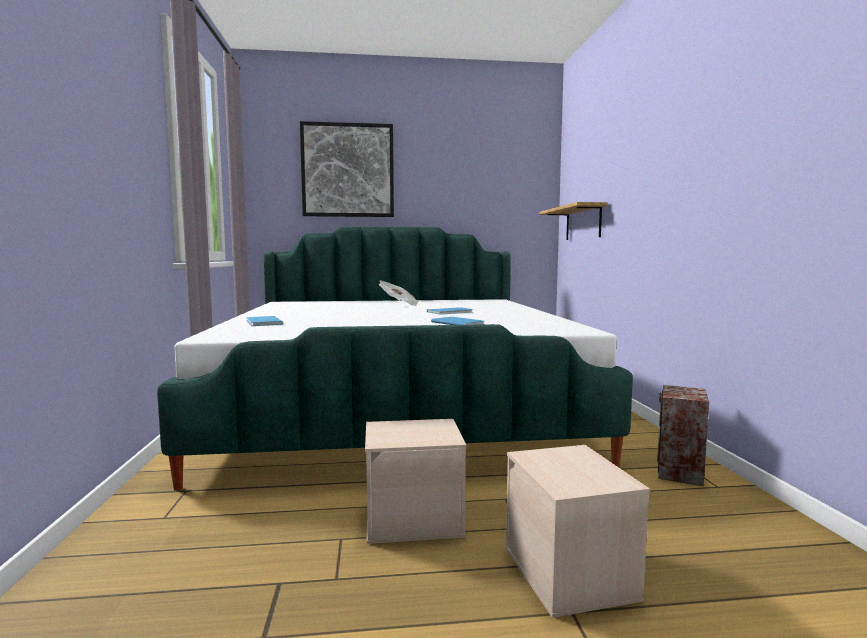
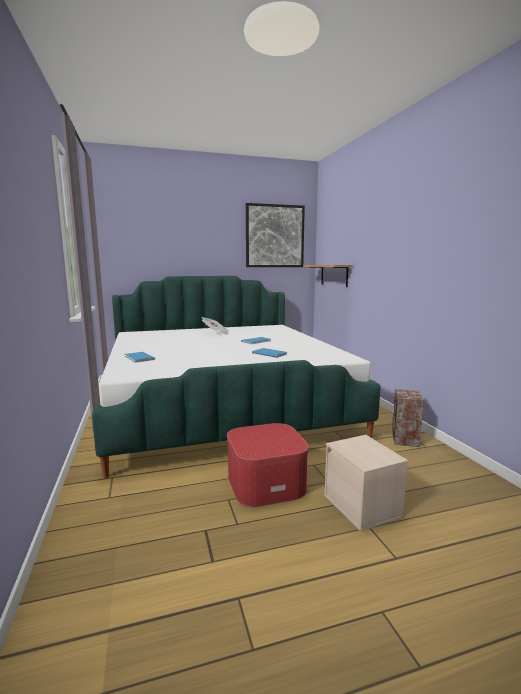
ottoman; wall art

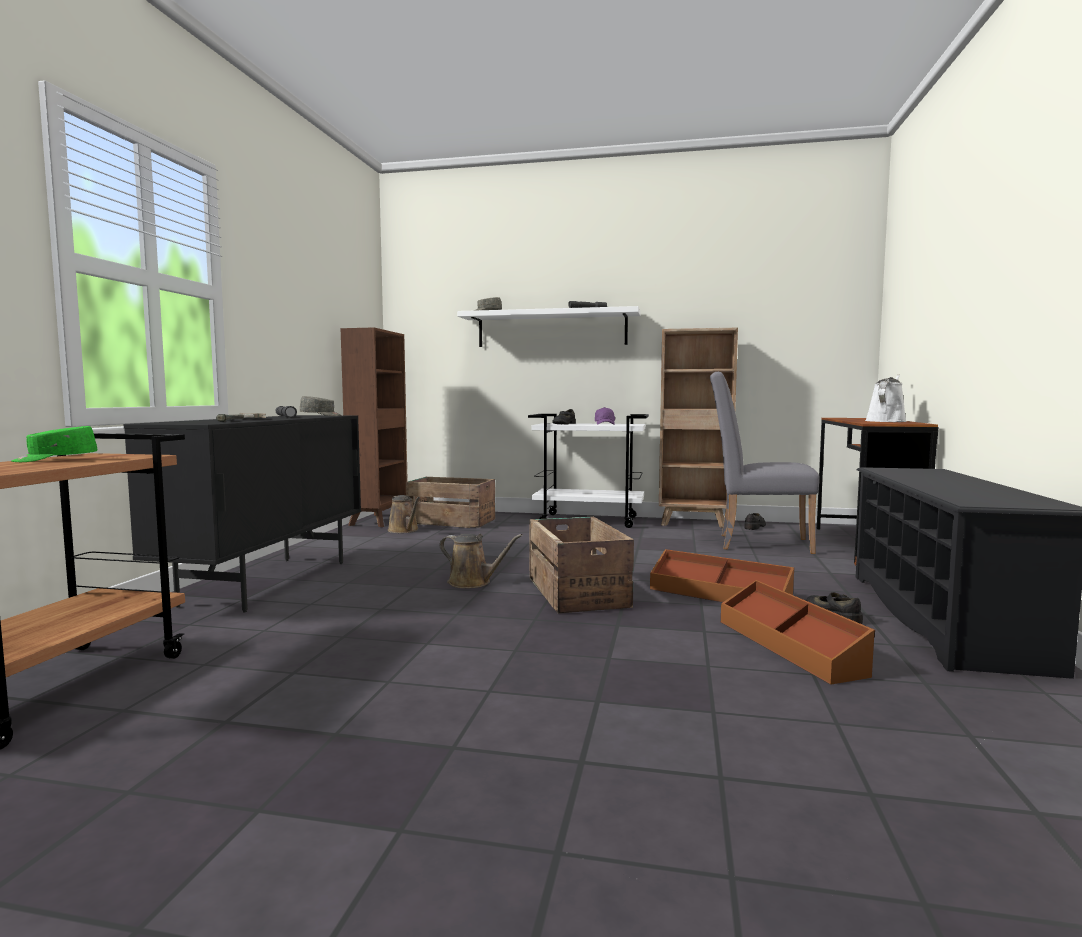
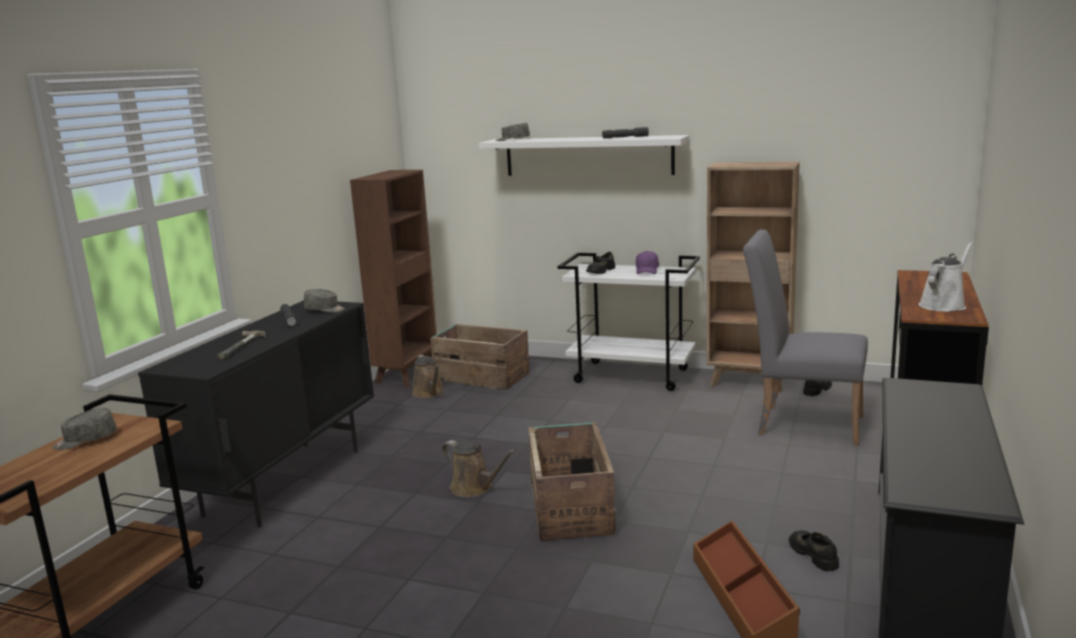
gray peaked cap (no. 1 from left); brownish storage container (no. 1 from left in the first image)

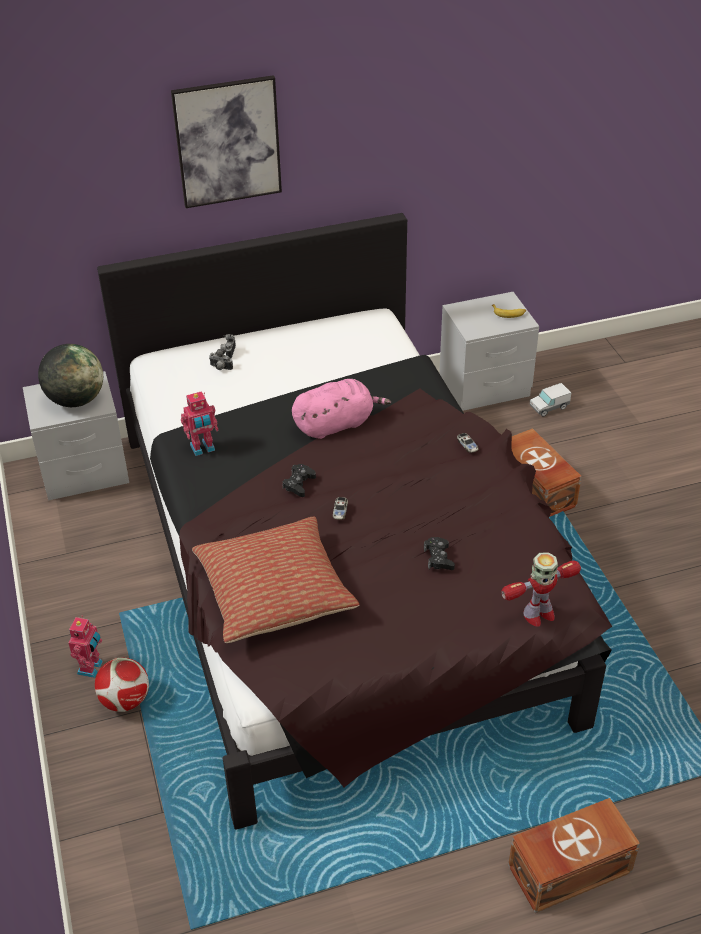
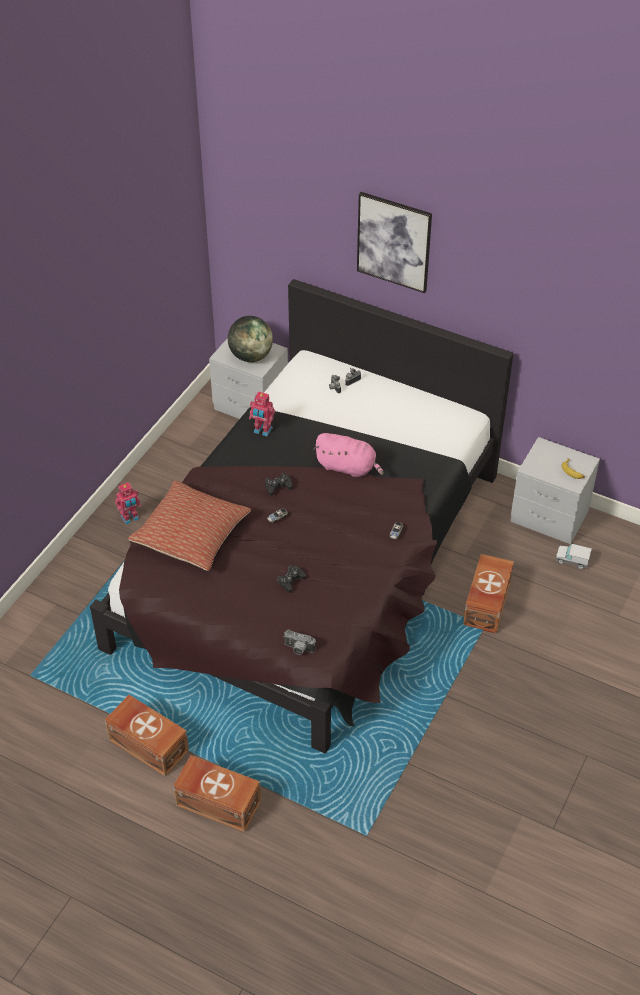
brownish storage container (no. 1 from left); still camera (no. 1 from left); football ball

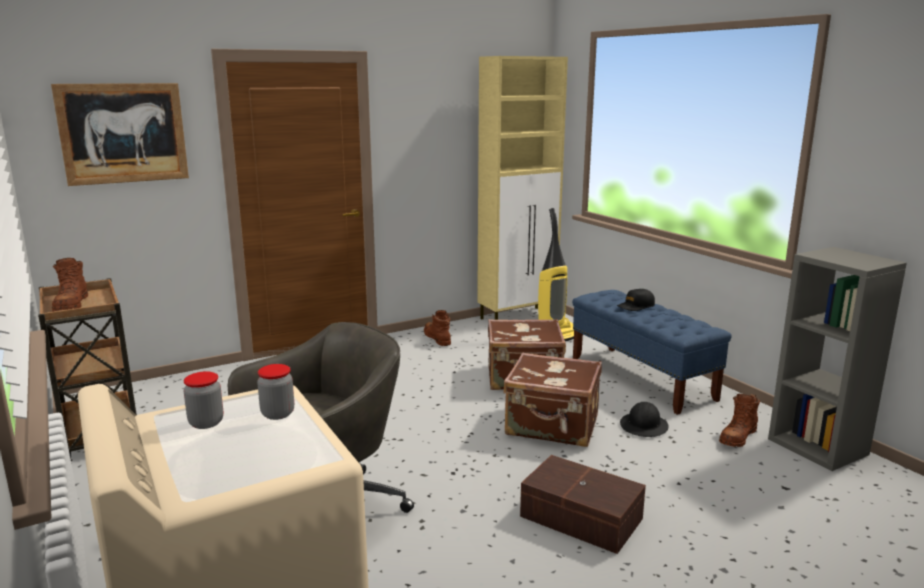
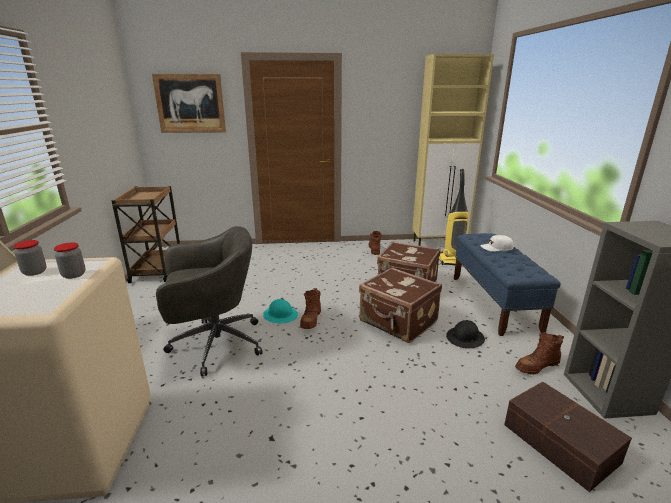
turquoise work helmet; brownish boot (no. 1 from left); white-coloured peaked cap; brownish storage container

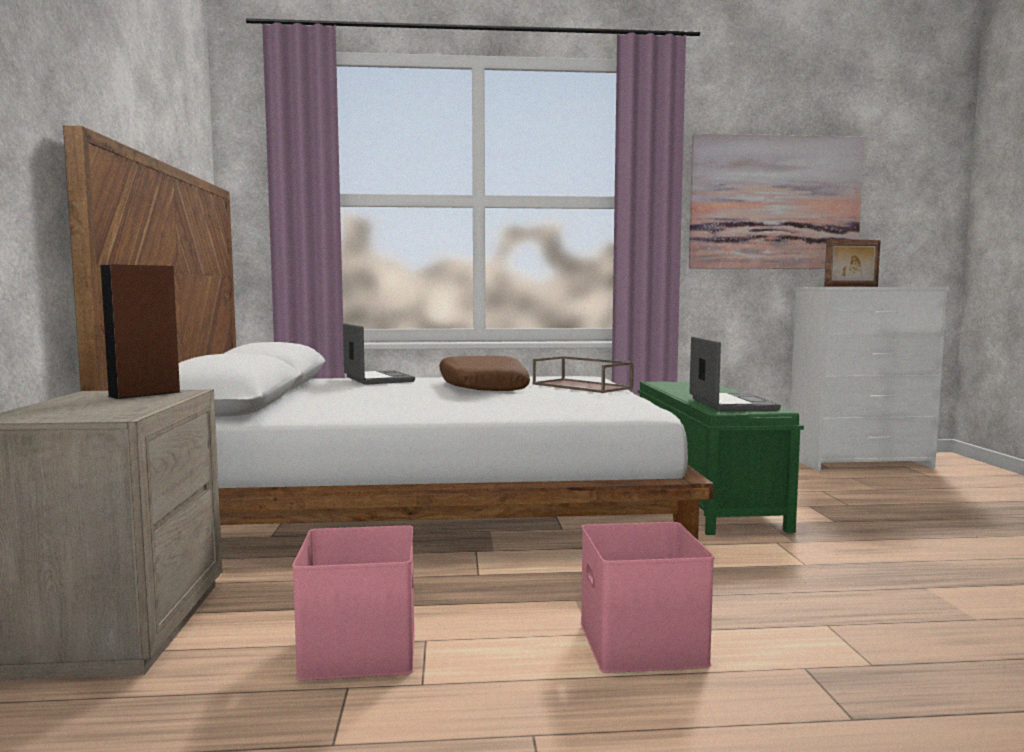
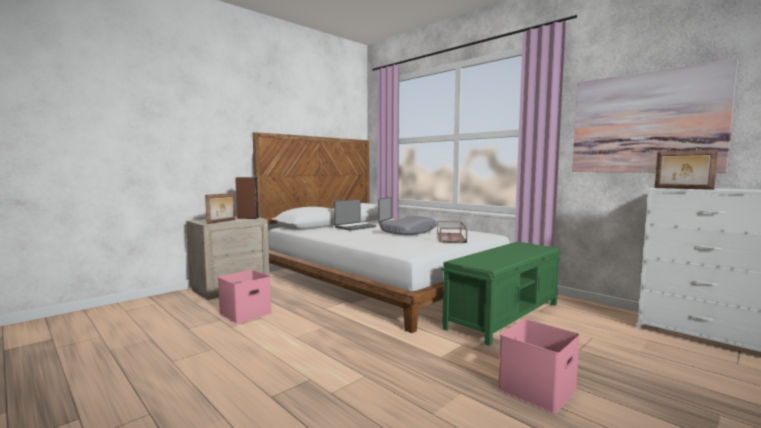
photo frame (no. 1 from left); portable computer (no. 1 from left); gray cushion; pinkish storage container (no. 2 from left)

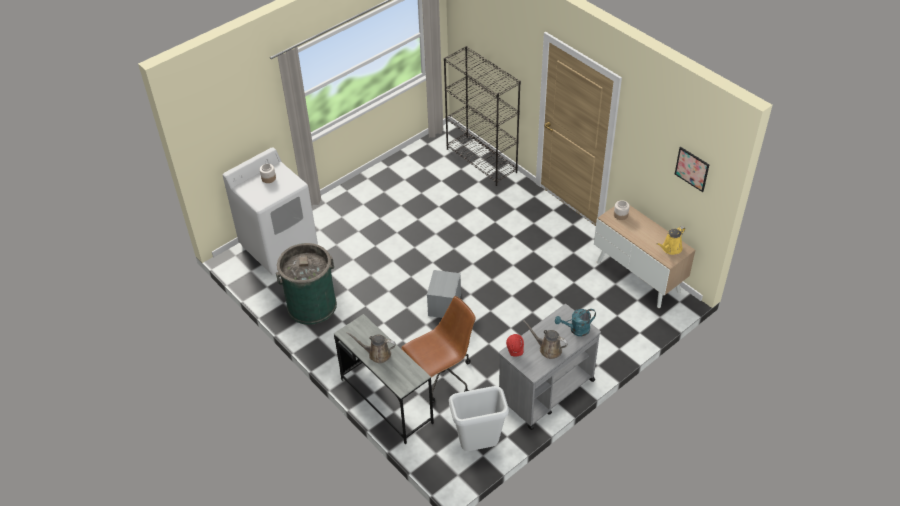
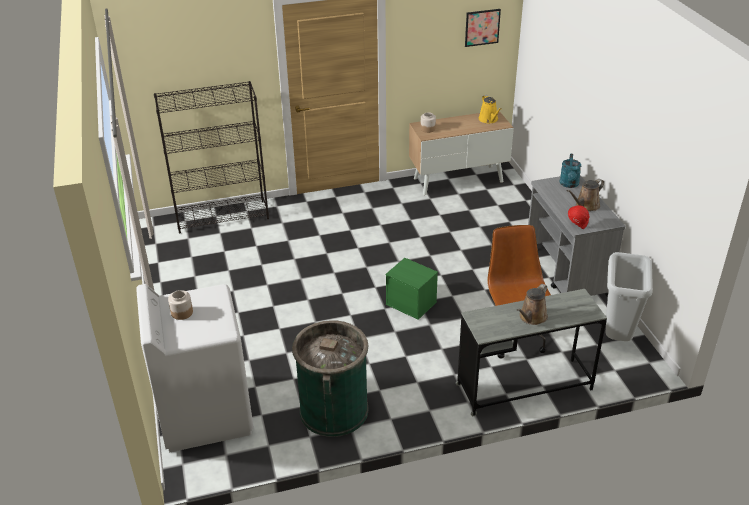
green storage container

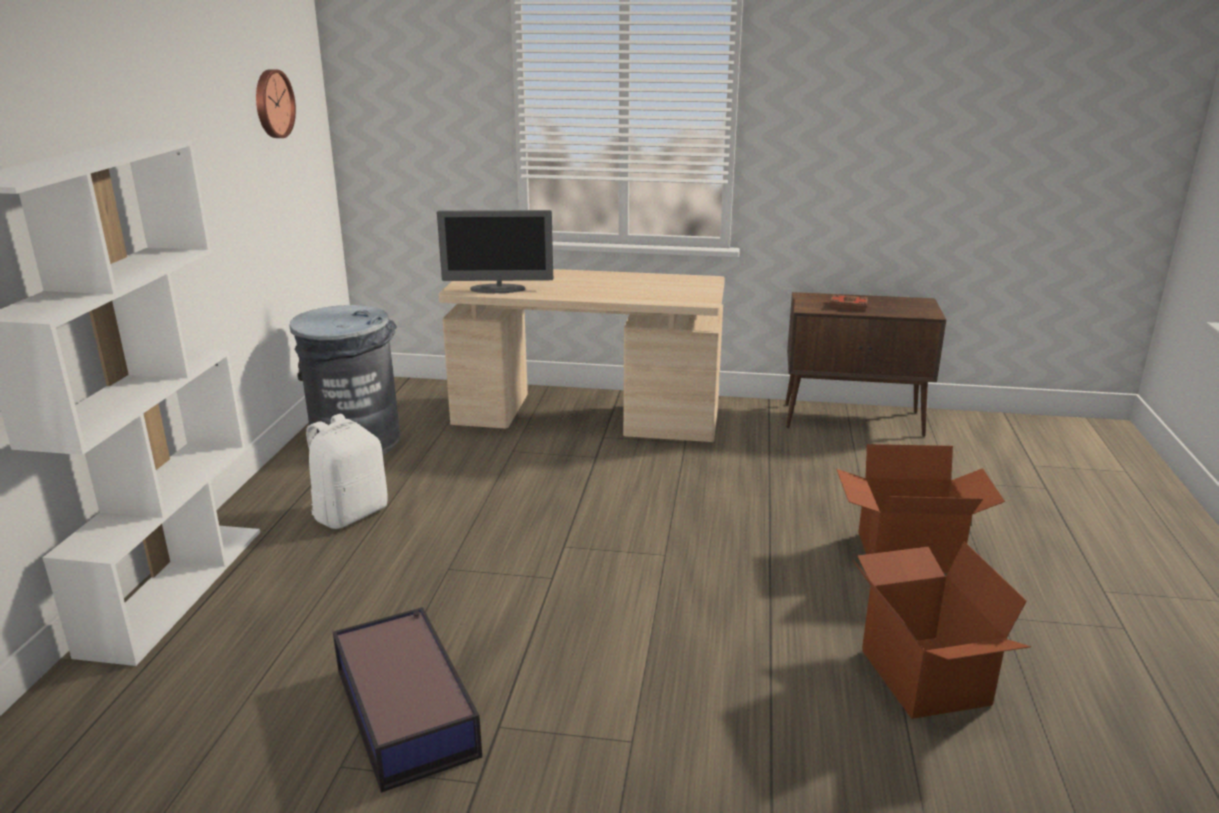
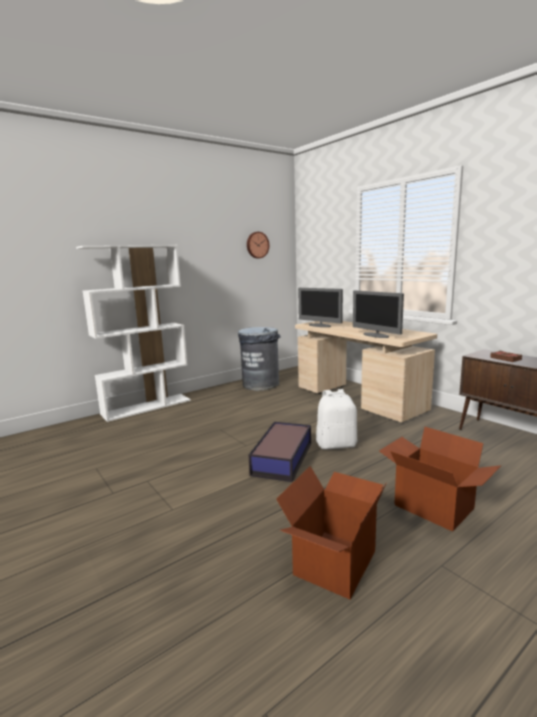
storage container; white-coloured knapsack; computer display (no. 2 from left)

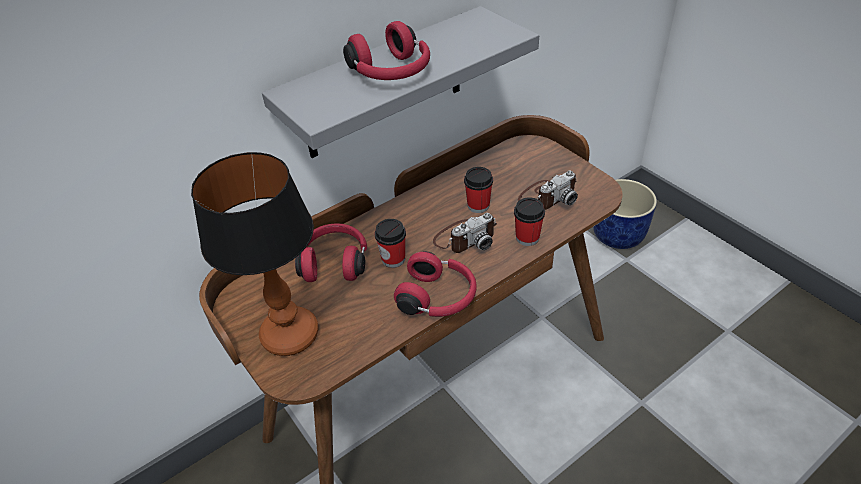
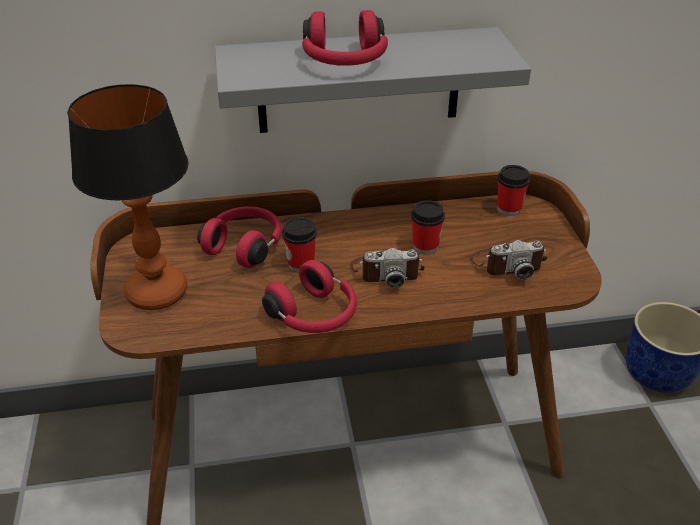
small cup (no. 3 from left)

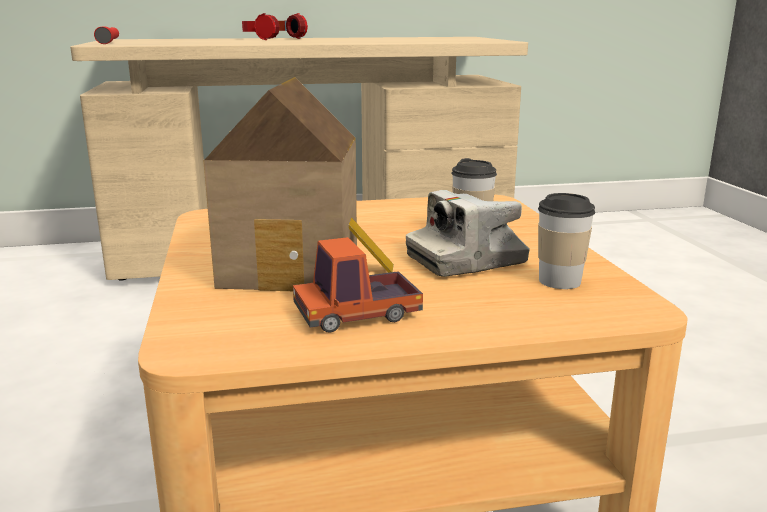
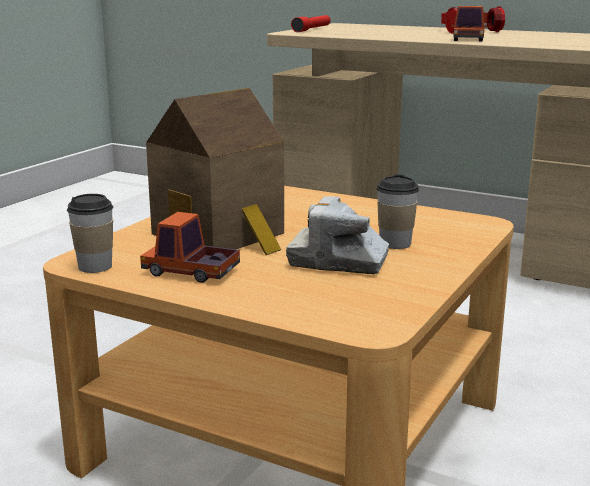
small cup (no. 1 from left); toy lorry (no. 2 from left)

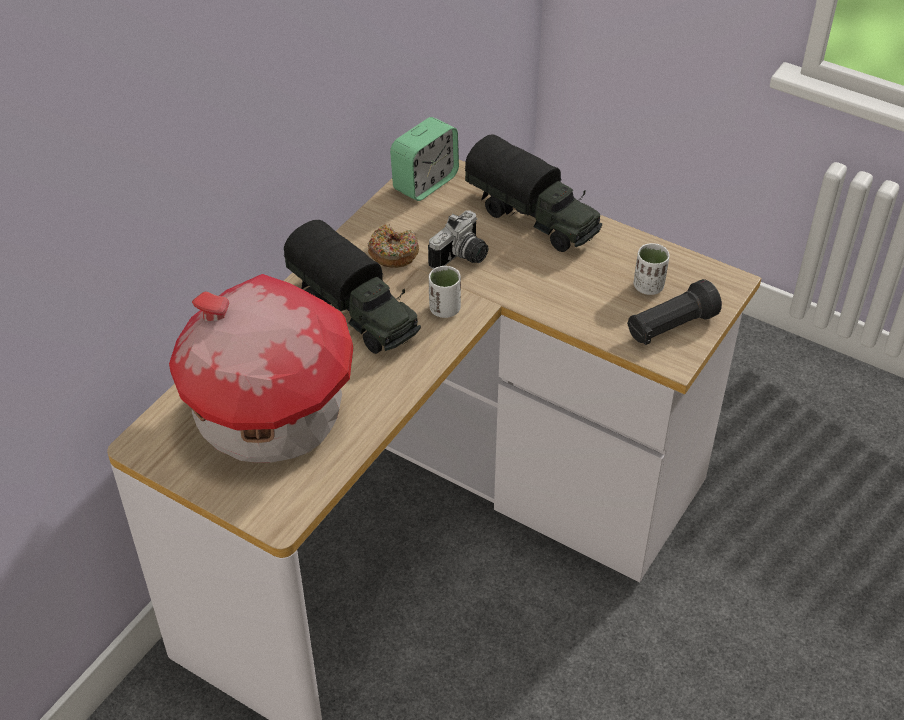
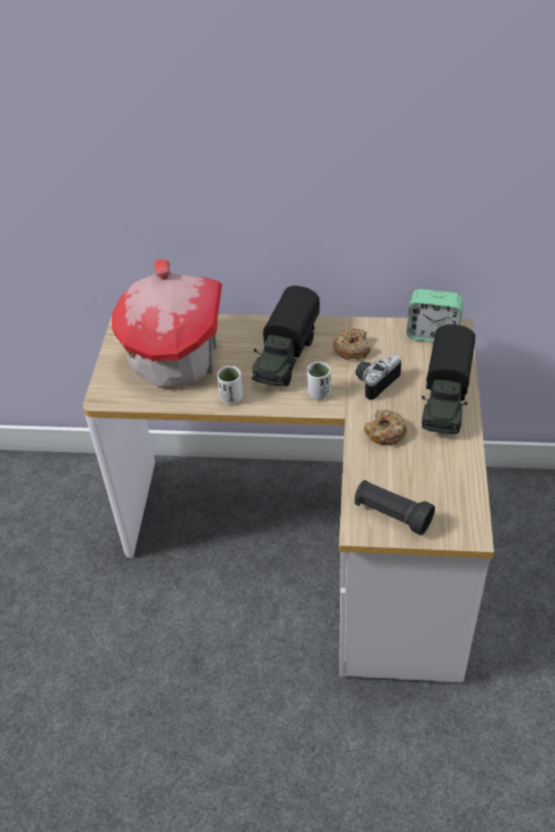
white-coloured small cup (no. 1 from left); still camera; donut (no. 2 from left)

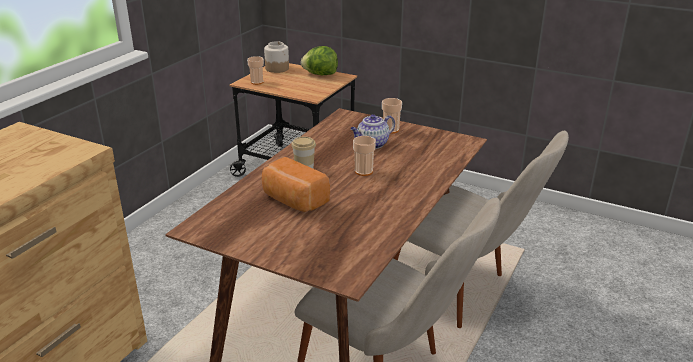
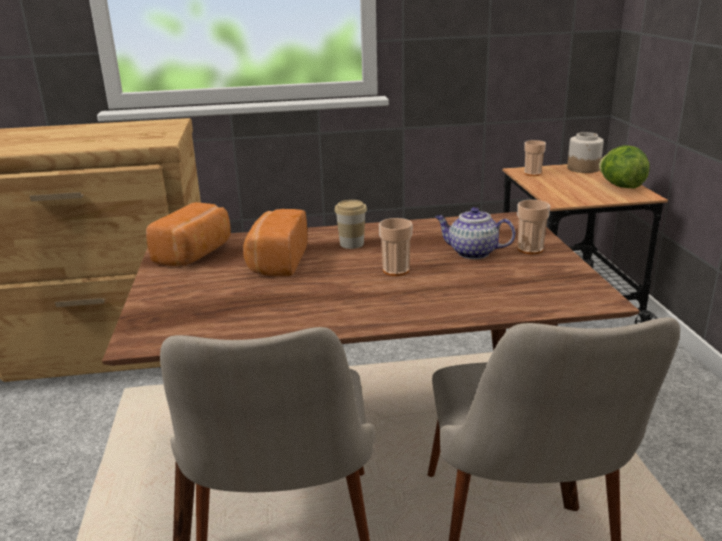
bakery bread (no. 1 from left)

